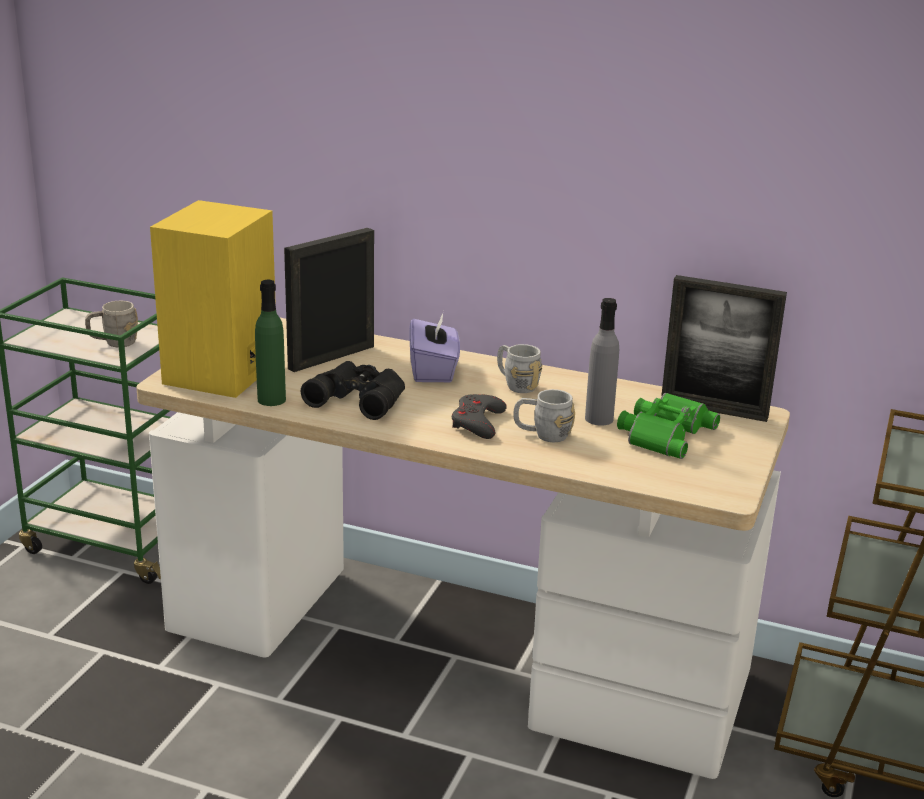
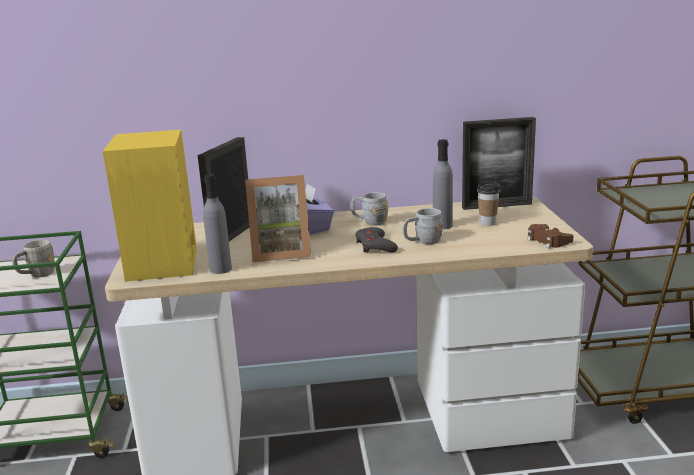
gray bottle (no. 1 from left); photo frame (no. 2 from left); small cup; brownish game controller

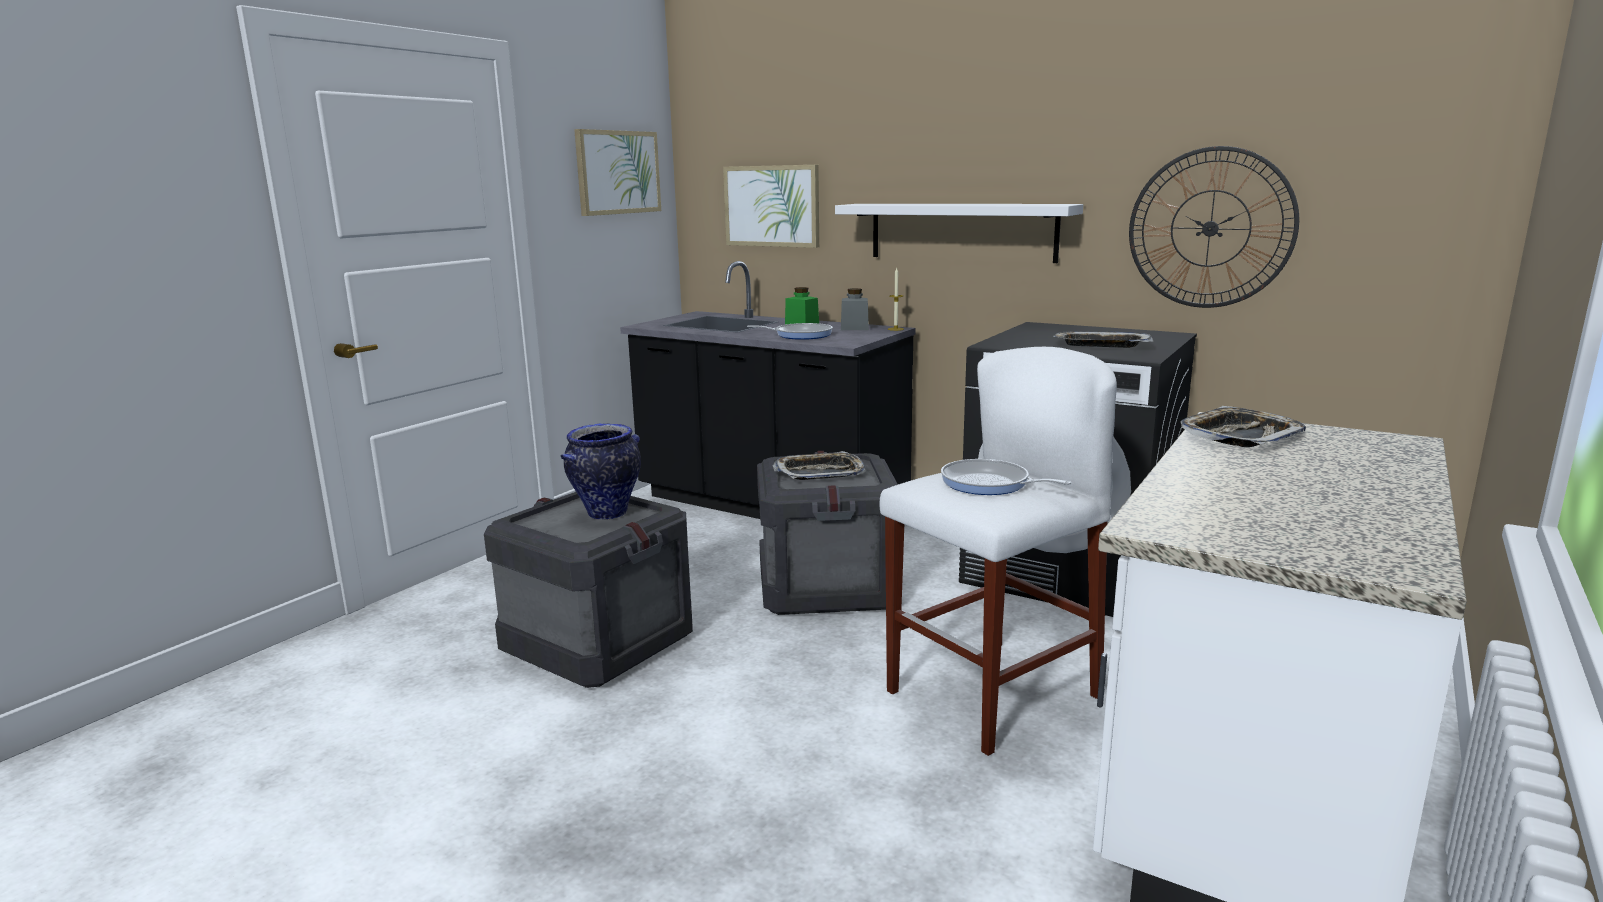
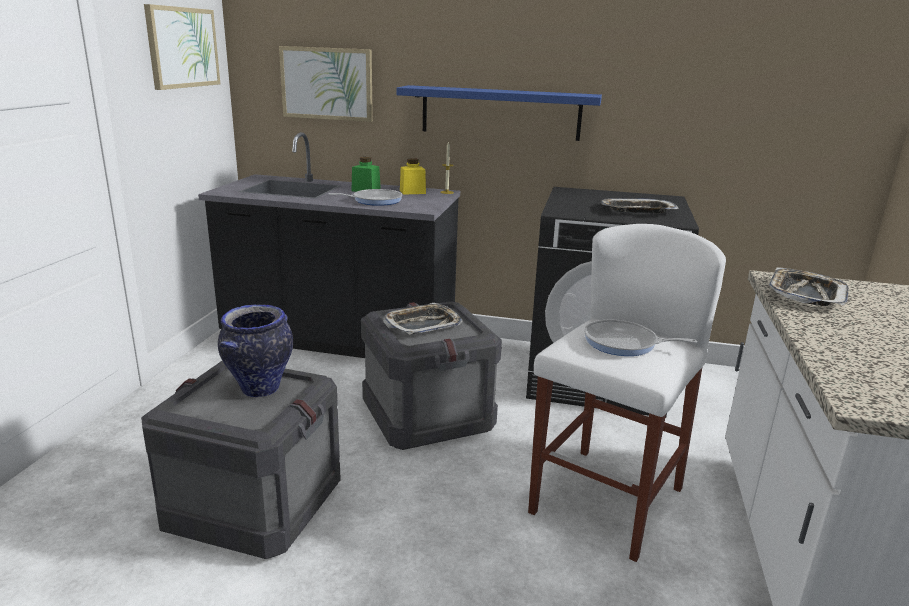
blue shelf; yellowish preserve jar; hanging clock

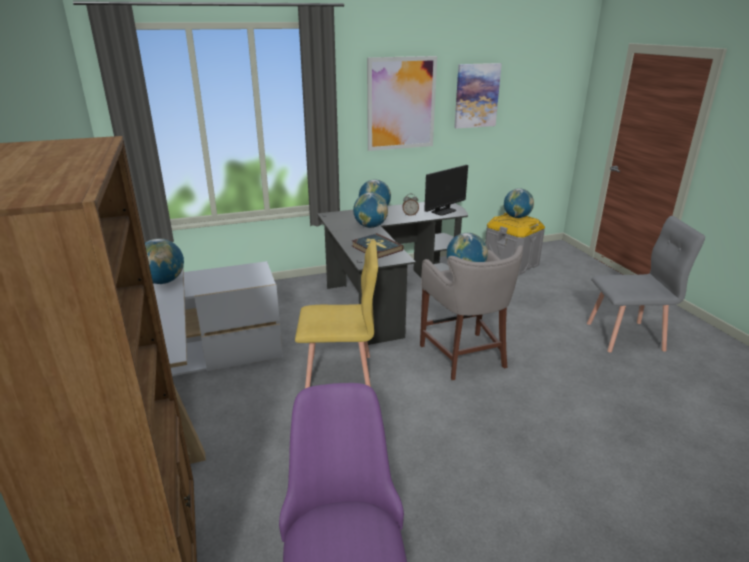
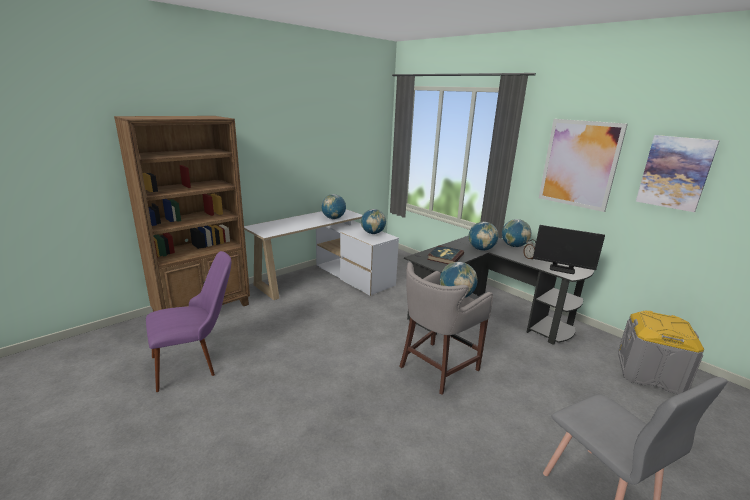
desk globe (no. 2 from left); yellowish upright chair

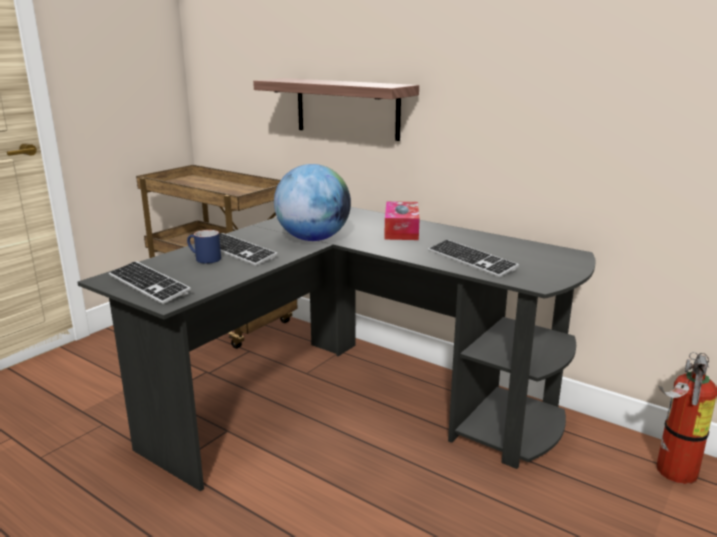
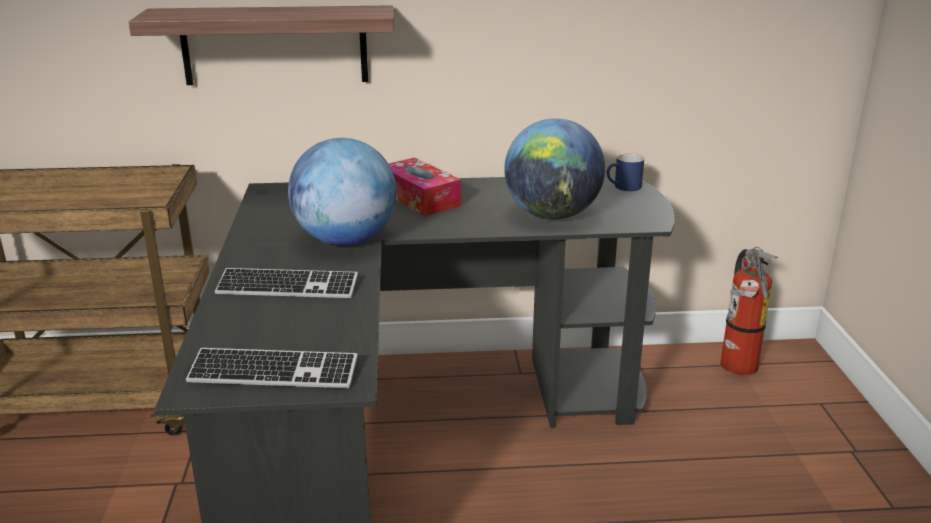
desk globe (no. 2 from left); blue tea mug

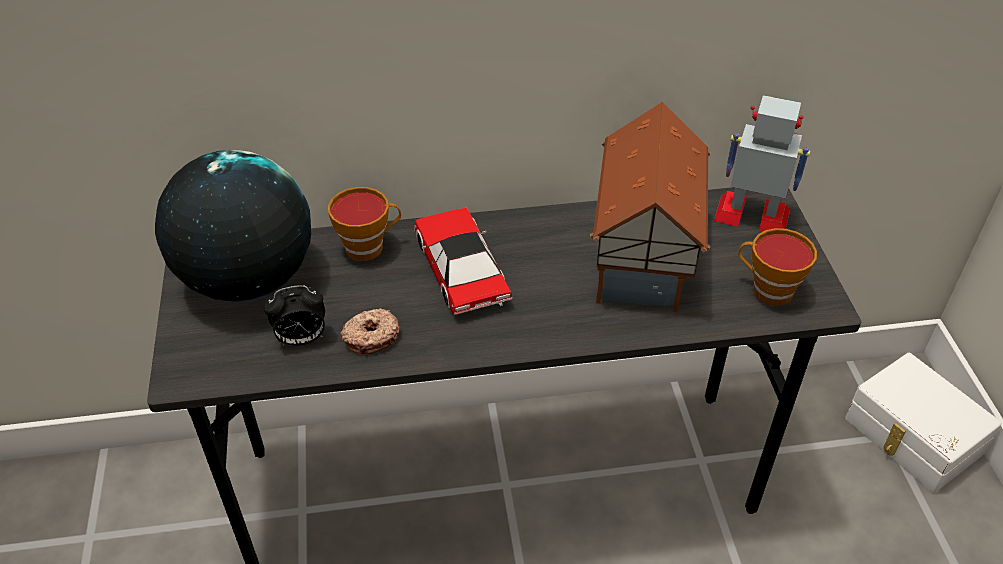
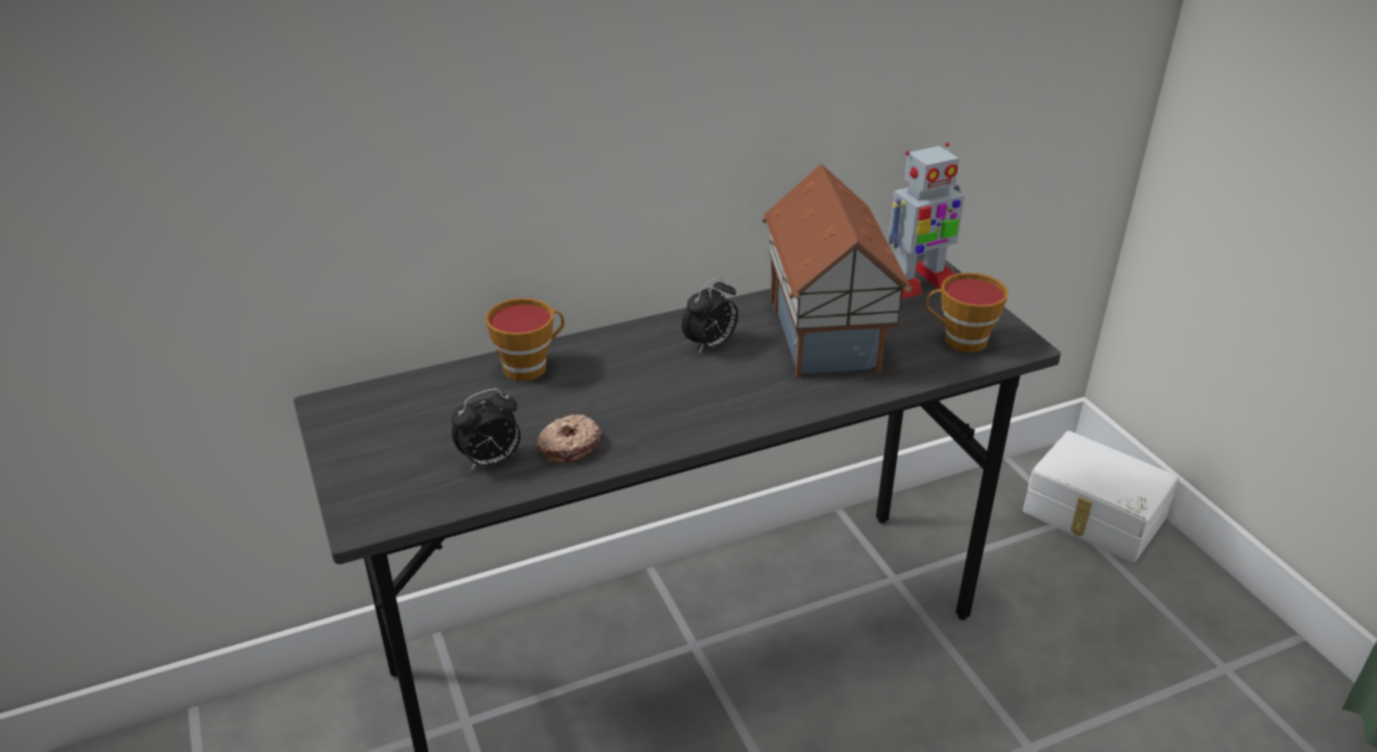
bedside clock (no. 2 from left); robot figure; desk globe; miniature car

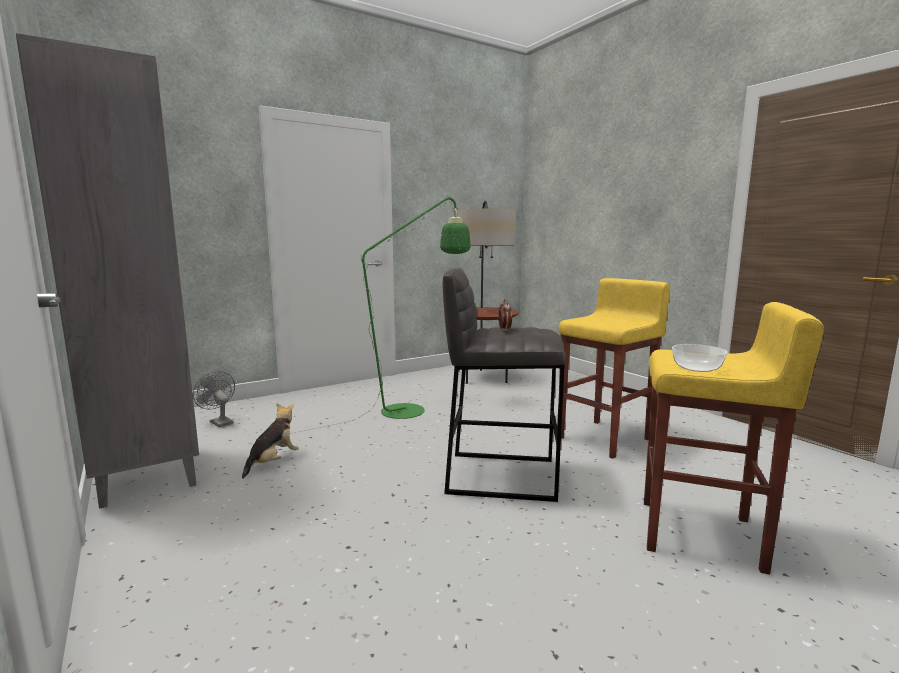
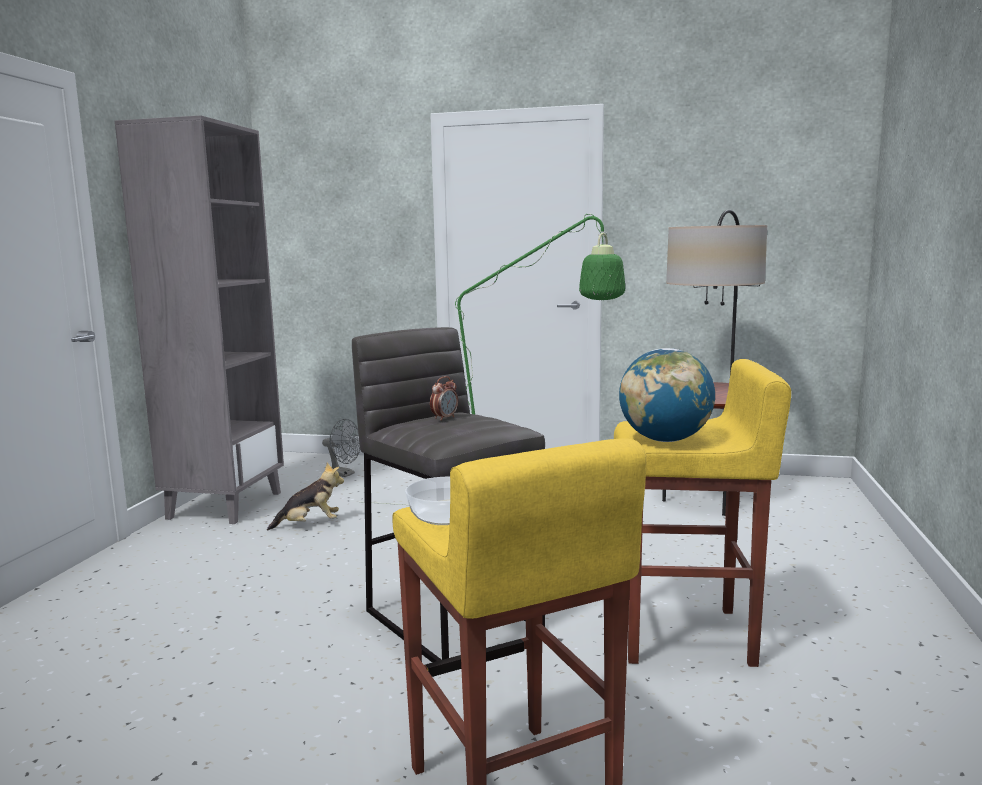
gray cooling fan; desk globe

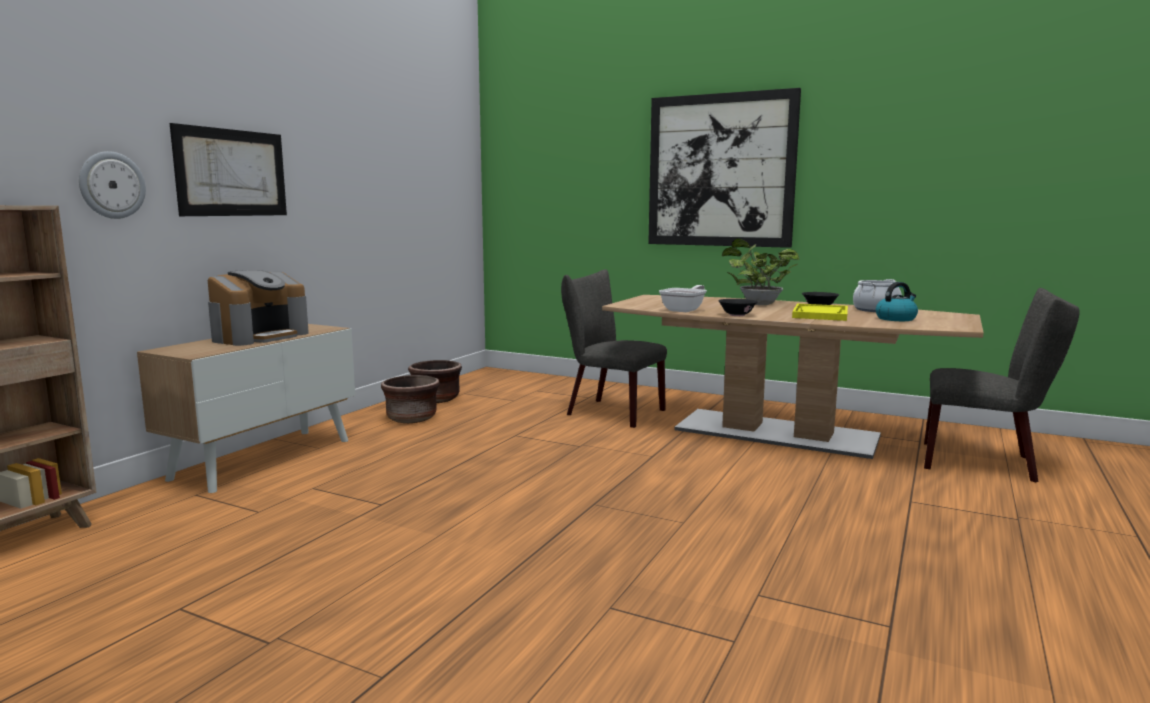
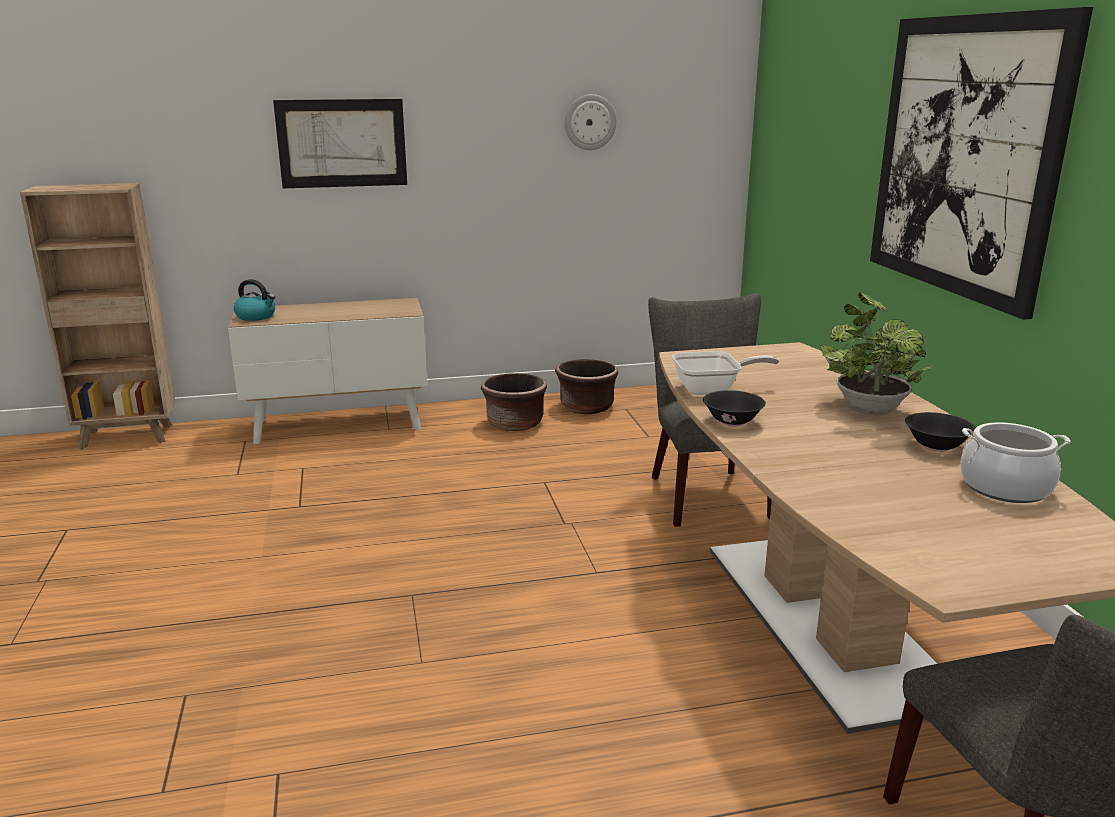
tea kettle; hanging clock; coffee maker; yellowish serving tray

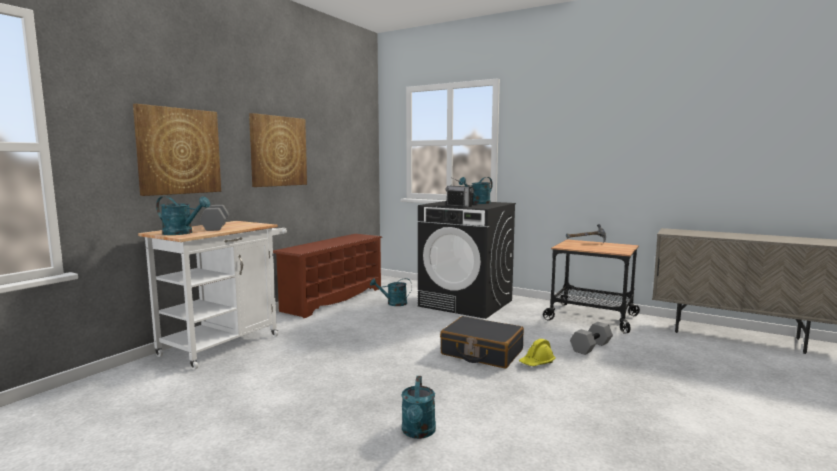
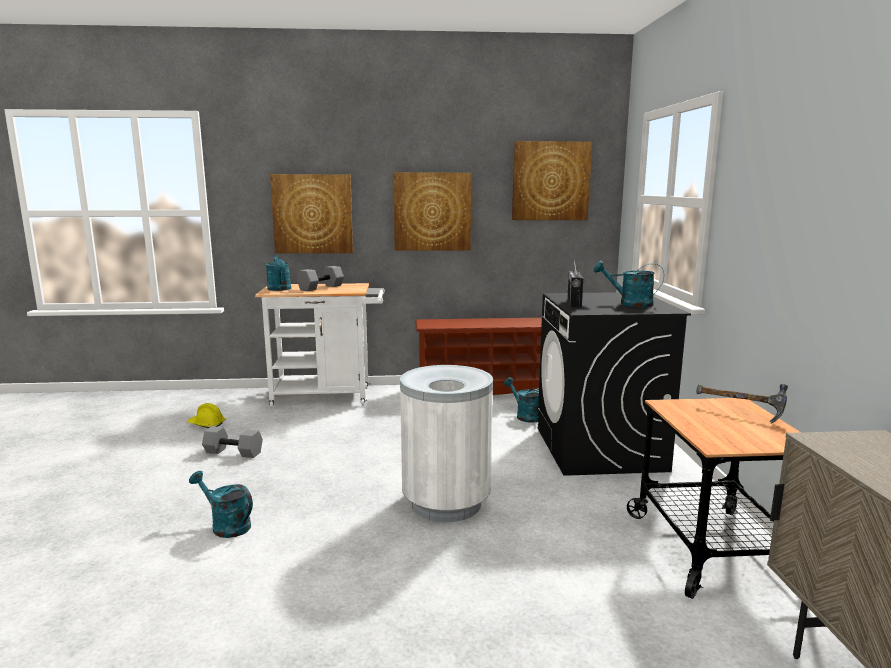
yellowish work helmet; turquoise watering can (no. 1 from left); gray hand weight (no. 1 from left); white-coloured waste bin; wall art (no. 3 from left)

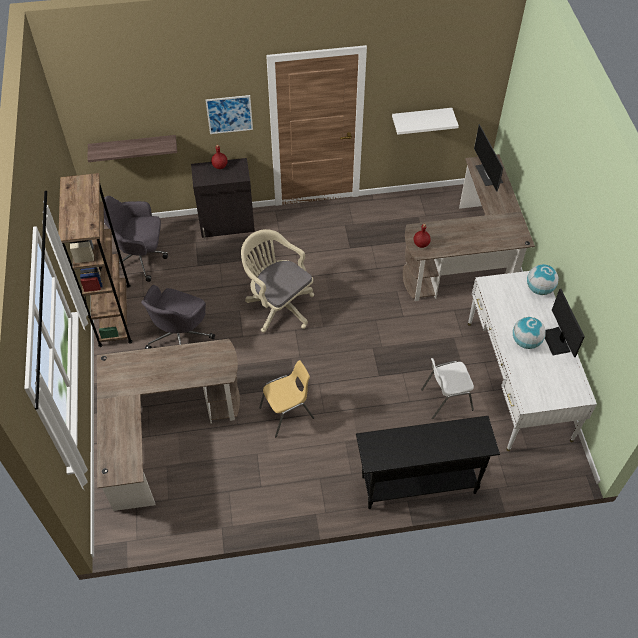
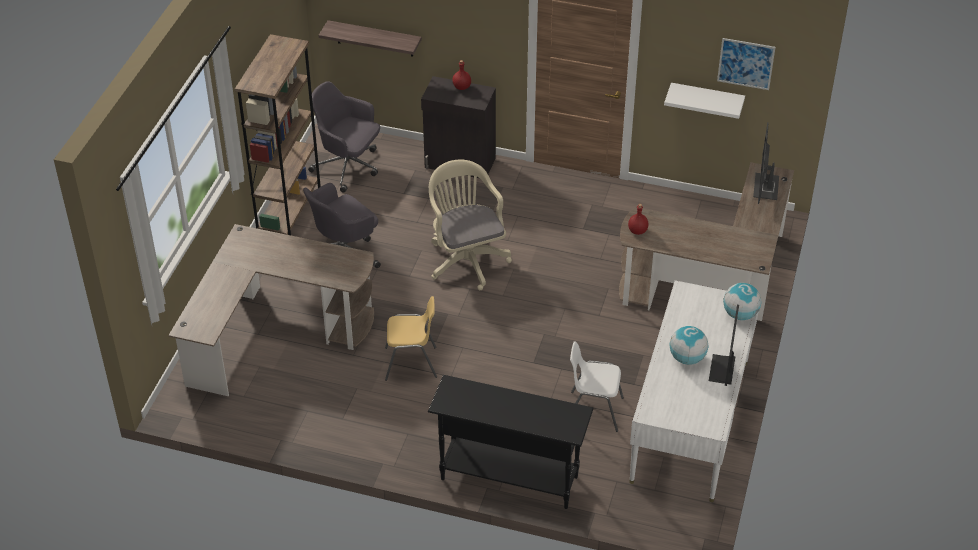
wall art

